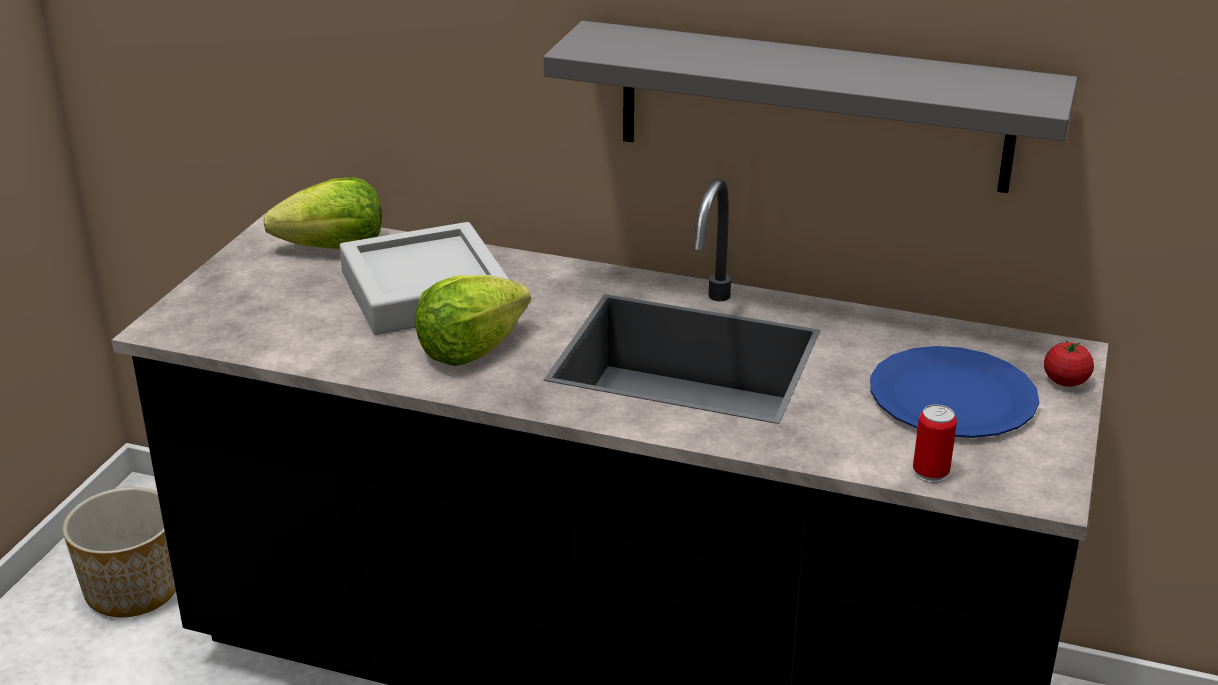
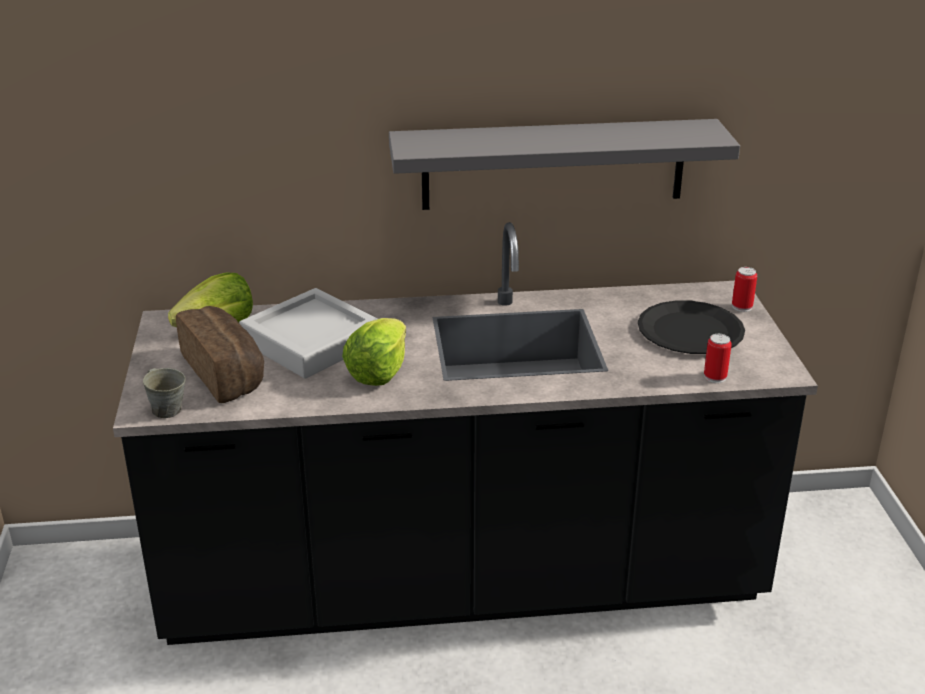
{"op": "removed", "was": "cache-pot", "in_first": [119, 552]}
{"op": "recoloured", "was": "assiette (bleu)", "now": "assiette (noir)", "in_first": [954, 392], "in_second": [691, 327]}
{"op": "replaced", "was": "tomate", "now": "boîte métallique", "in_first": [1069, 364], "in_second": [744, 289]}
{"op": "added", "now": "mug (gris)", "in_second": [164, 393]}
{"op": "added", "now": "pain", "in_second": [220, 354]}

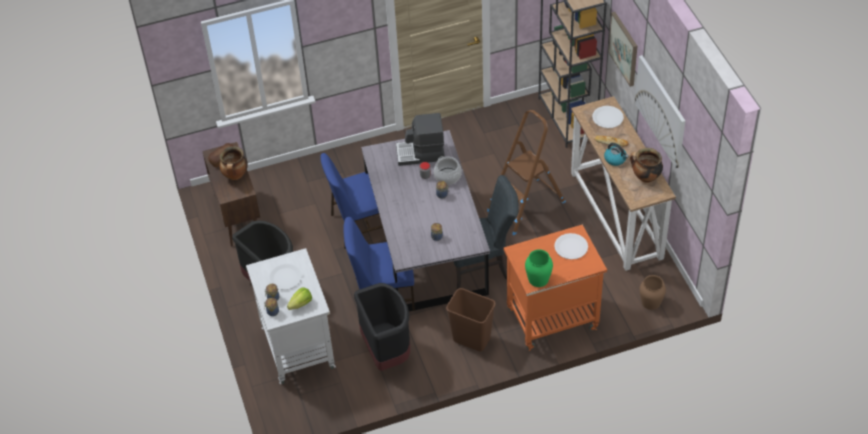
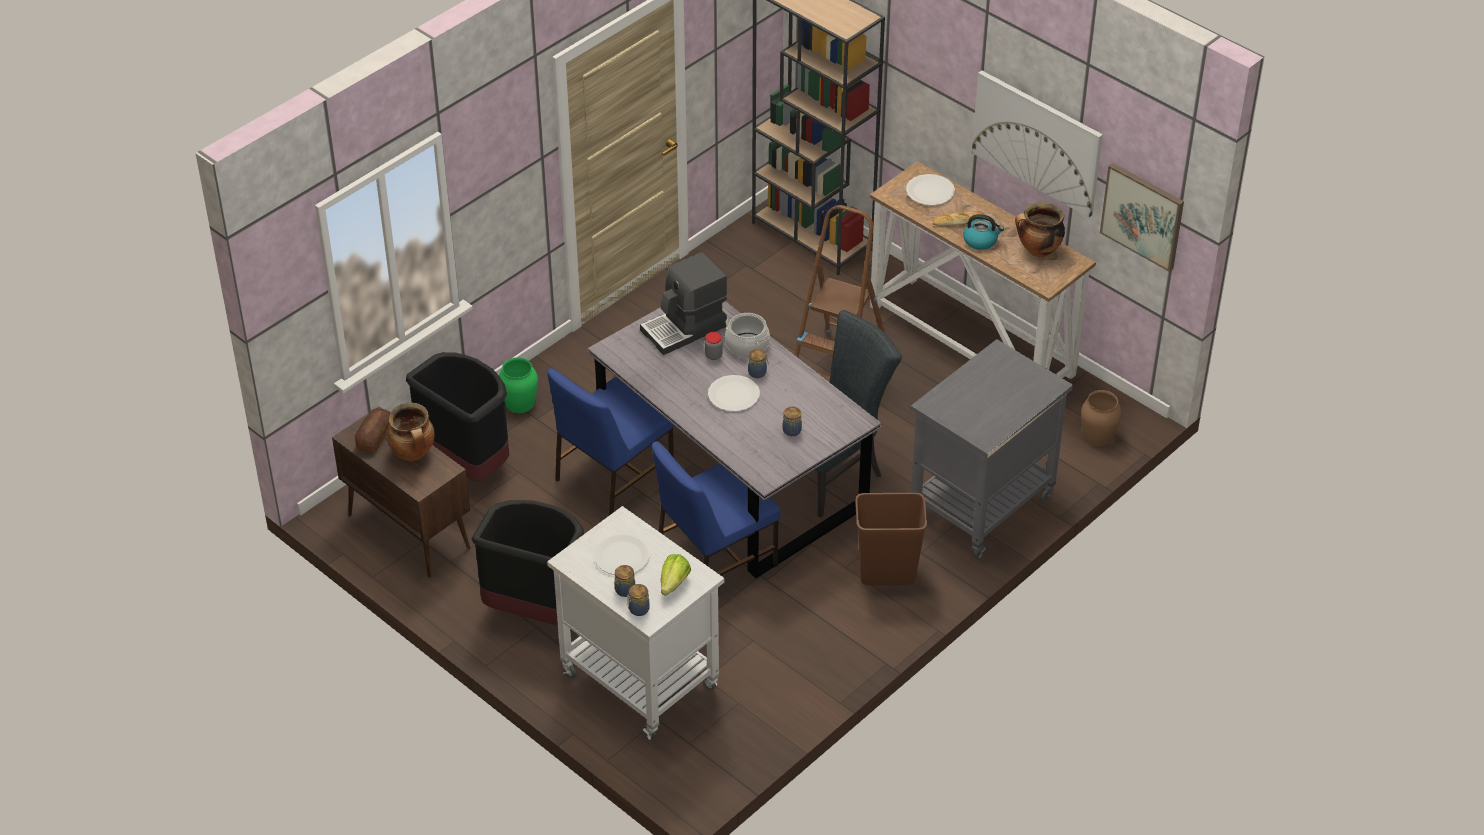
{"op": "moved", "was": "poubelle (noir)", "in_first": [382, 327], "in_second": [457, 417]}
{"op": "recoloured", "was": "chariot (orange)", "now": "chariot (gris)", "in_first": [555, 288], "in_second": [992, 448]}
{"op": "moved", "was": "vase (vert)", "in_first": [539, 268], "in_second": [518, 385]}
{"op": "moved", "was": "assiette (blanc)", "in_first": [571, 246], "in_second": [734, 393]}
{"op": "moved", "was": "tableau", "in_first": [622, 49], "in_second": [1142, 217]}

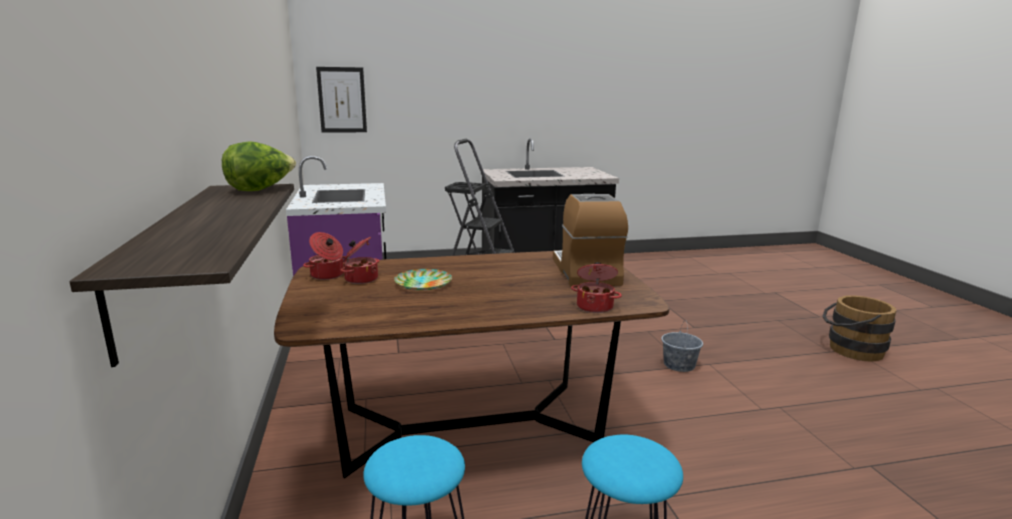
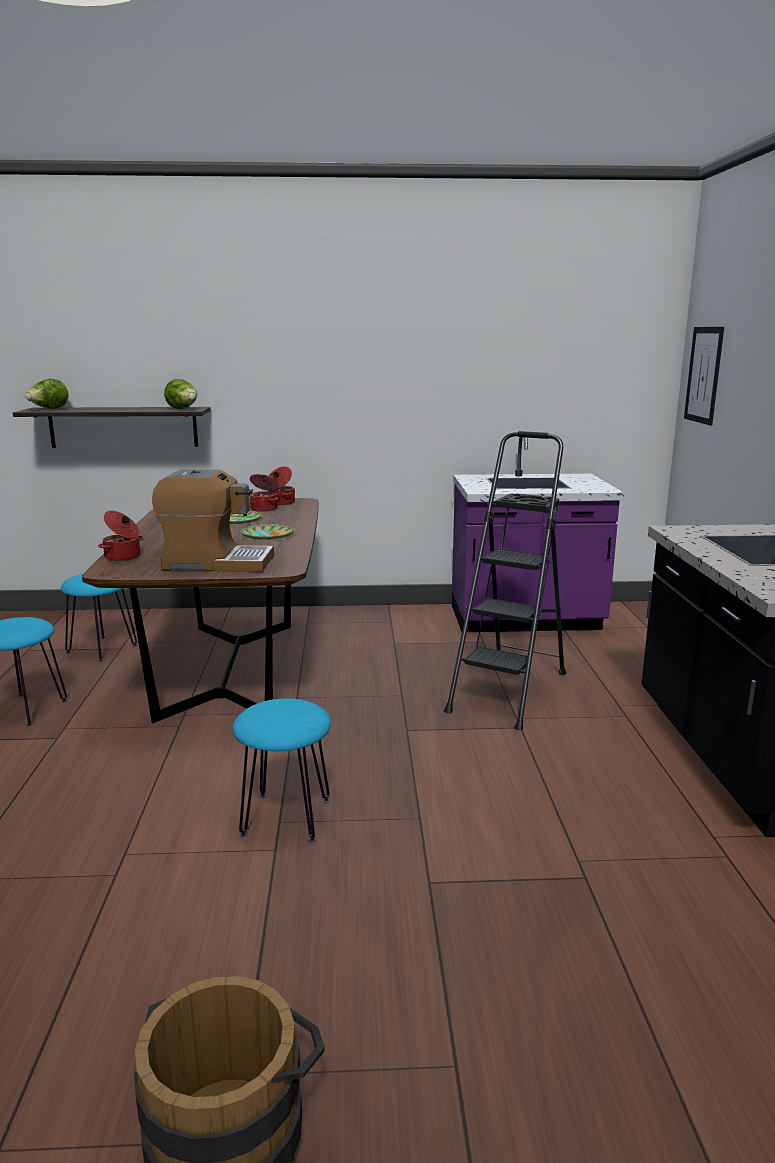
{"op": "replaced", "was": "seau (gris)", "now": "tabouret (turquoise)", "in_first": [682, 346], "in_second": [282, 770]}
{"op": "added", "now": "laitue", "in_second": [46, 394]}
{"op": "added", "now": "assiette", "in_second": [267, 532]}

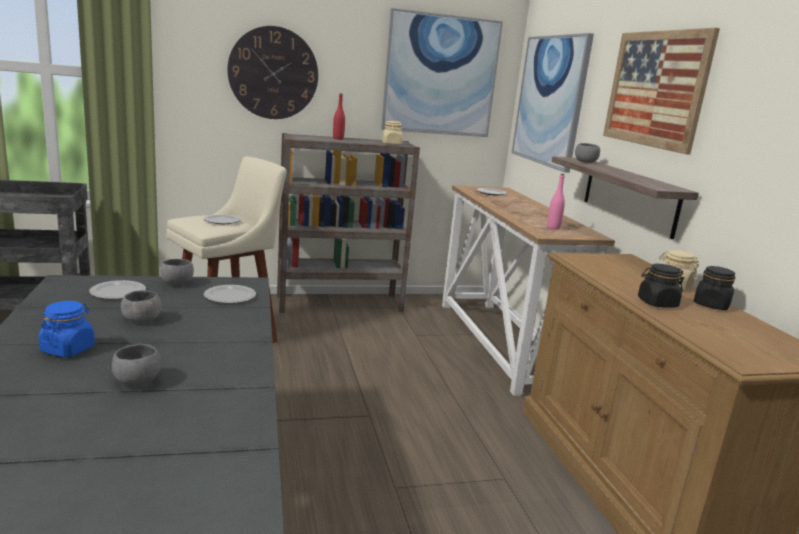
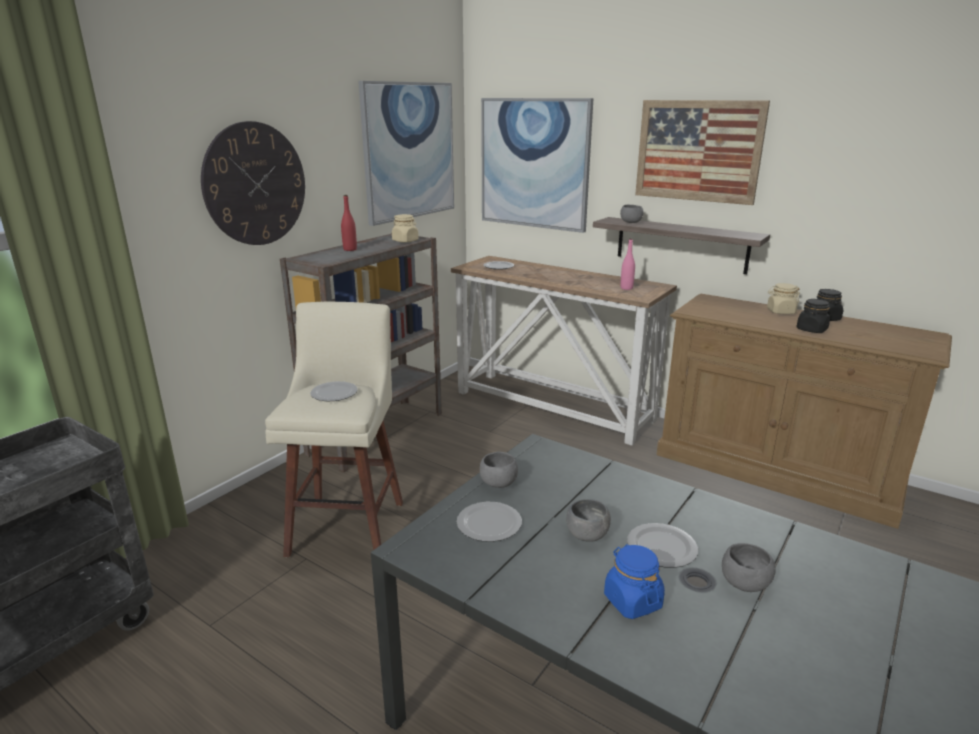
{"op": "moved", "was": "assiette", "in_first": [230, 294], "in_second": [662, 545]}

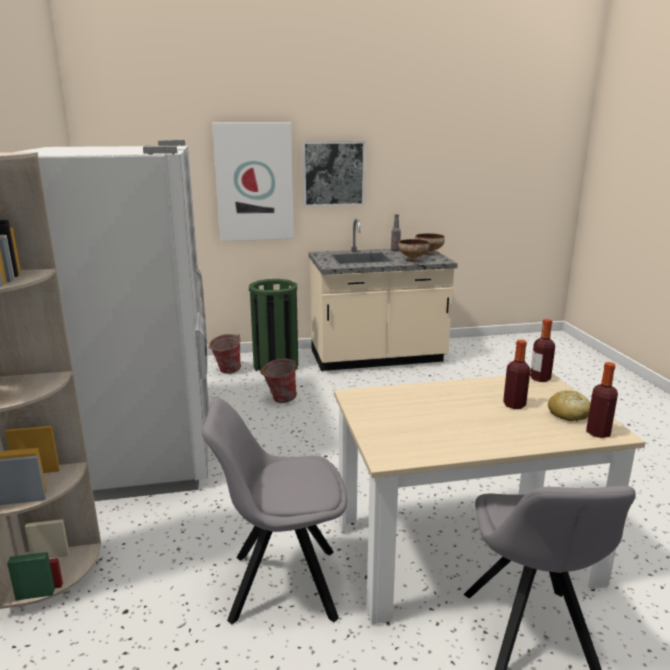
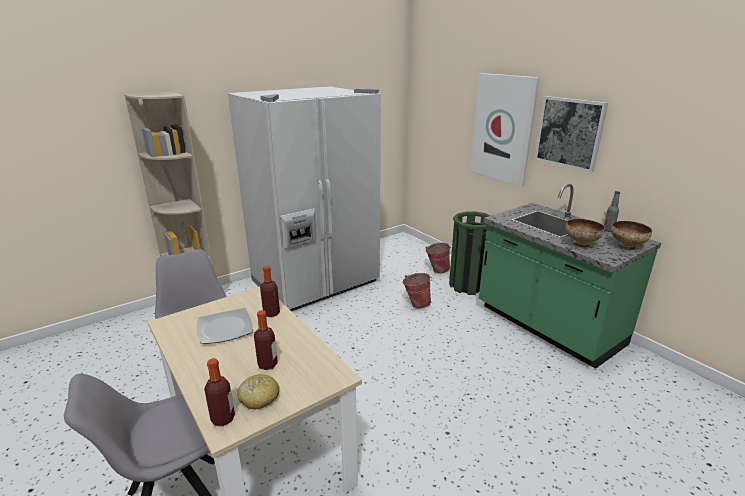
{"op": "recoloured", "was": "comptoir de cuisine (beige)", "now": "comptoir de cuisine (vert)", "in_first": [383, 295], "in_second": [570, 276]}
{"op": "moved", "was": "bouteille", "in_first": [542, 350], "in_second": [270, 291]}
{"op": "added", "now": "assiette", "in_second": [225, 326]}

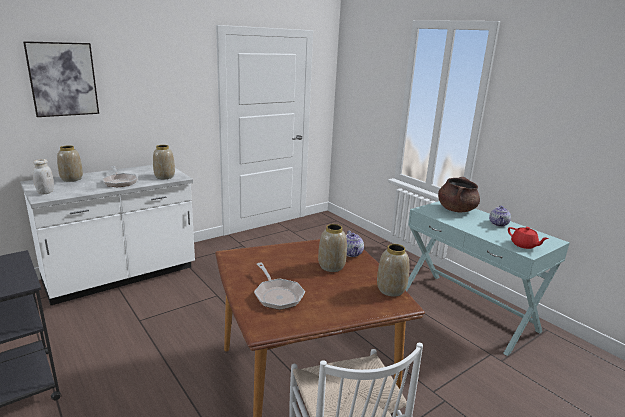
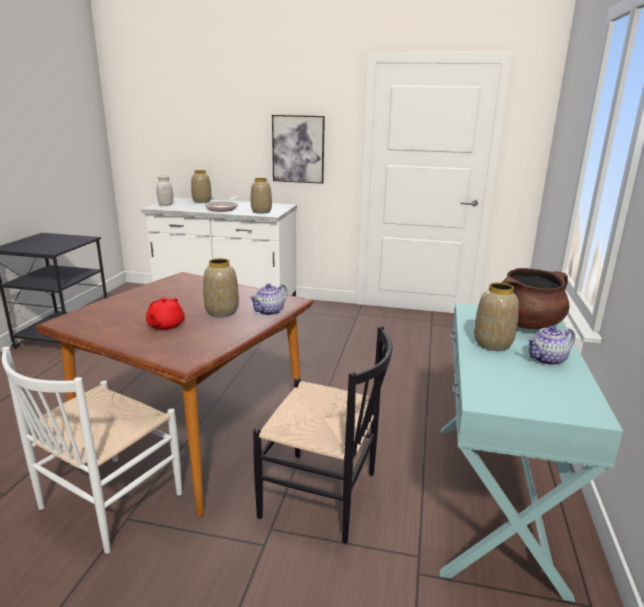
{"op": "moved", "was": "tableau", "in_first": [61, 79], "in_second": [298, 149]}
{"op": "removed", "was": "poêle", "in_first": [279, 286]}
{"op": "moved", "was": "vase", "in_first": [393, 270], "in_second": [496, 316]}
{"op": "moved", "was": "théière (rouge)", "in_first": [528, 238], "in_second": [165, 313]}
{"op": "added", "now": "chaise (noir)", "in_second": [323, 434]}

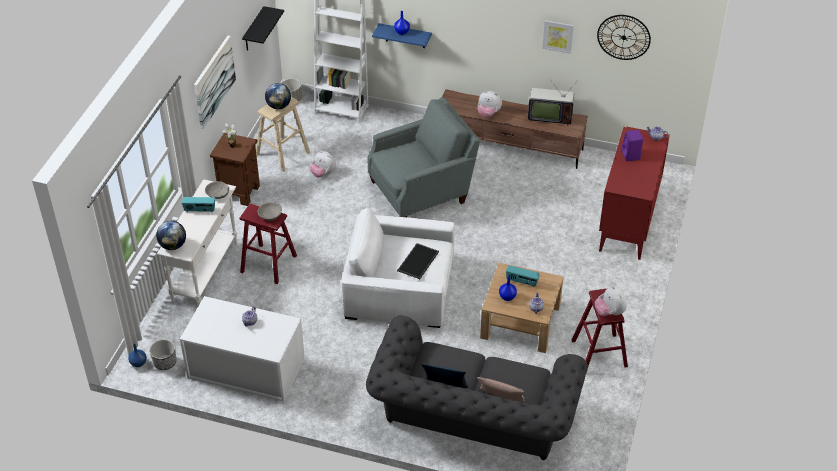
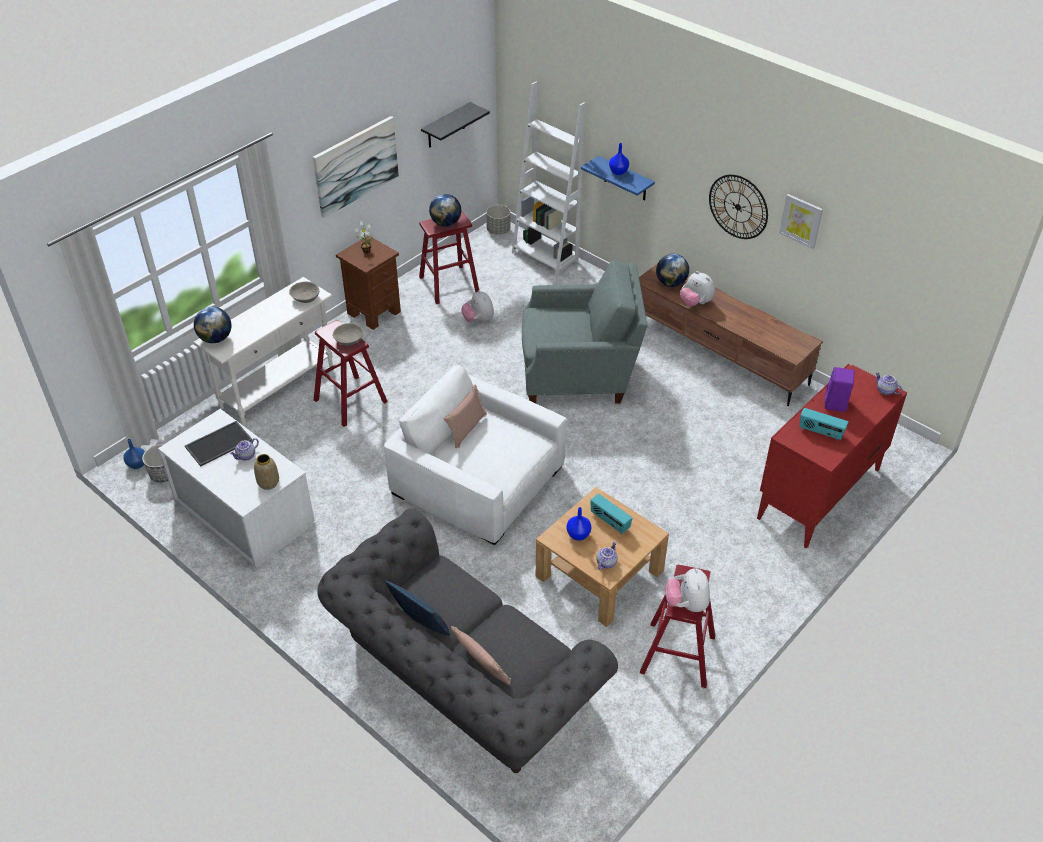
{"op": "moved", "was": "radio", "in_first": [198, 204], "in_second": [824, 424]}
{"op": "recoloured", "was": "tabouret (beige)", "now": "tabouret (rouge)", "in_first": [283, 134], "in_second": [449, 257]}
{"op": "moved", "was": "plateau", "in_first": [418, 261], "in_second": [218, 443]}
{"op": "removed", "was": "téléviseur", "in_first": [553, 101]}
{"op": "moved", "was": "horloge murale", "in_first": [624, 37], "in_second": [738, 206]}
{"op": "added", "now": "vase", "in_second": [266, 472]}
{"op": "added", "now": "coussin (beige)", "in_second": [465, 416]}
{"op": "added", "now": "globe", "in_second": [672, 270]}

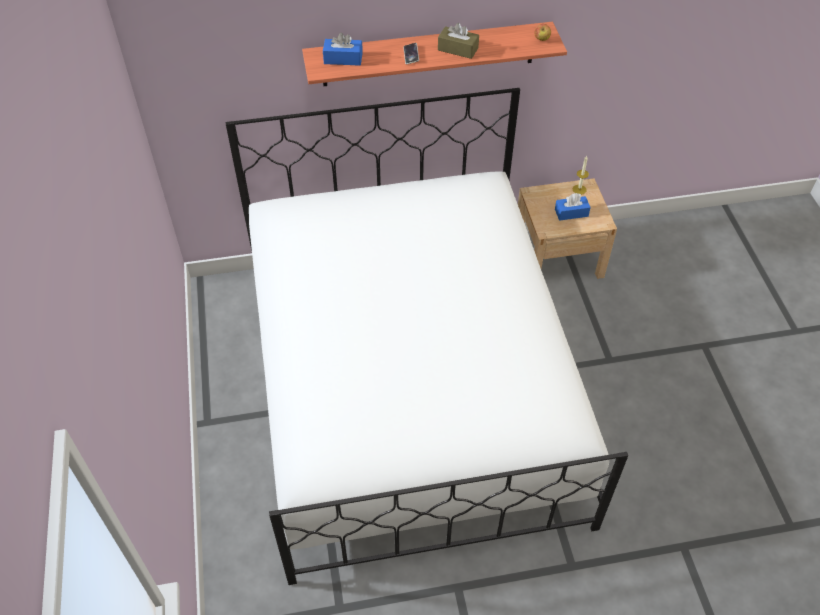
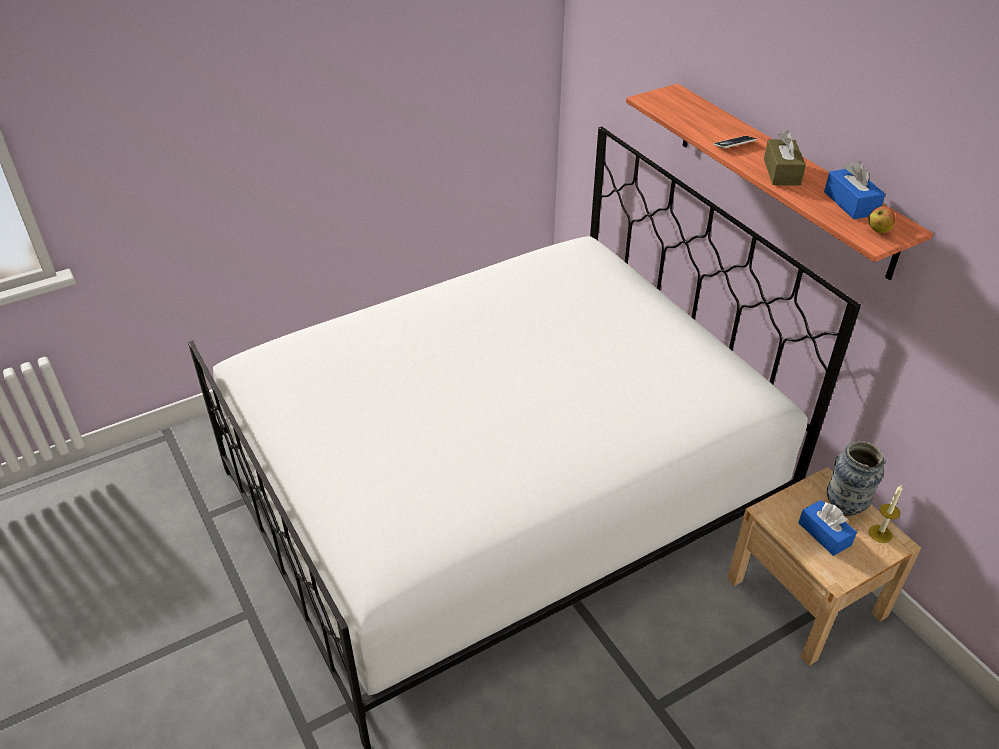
{"op": "moved", "was": "boîte à mouchoirs (bleu)", "in_first": [343, 49], "in_second": [854, 190]}
{"op": "added", "now": "vase", "in_second": [855, 478]}

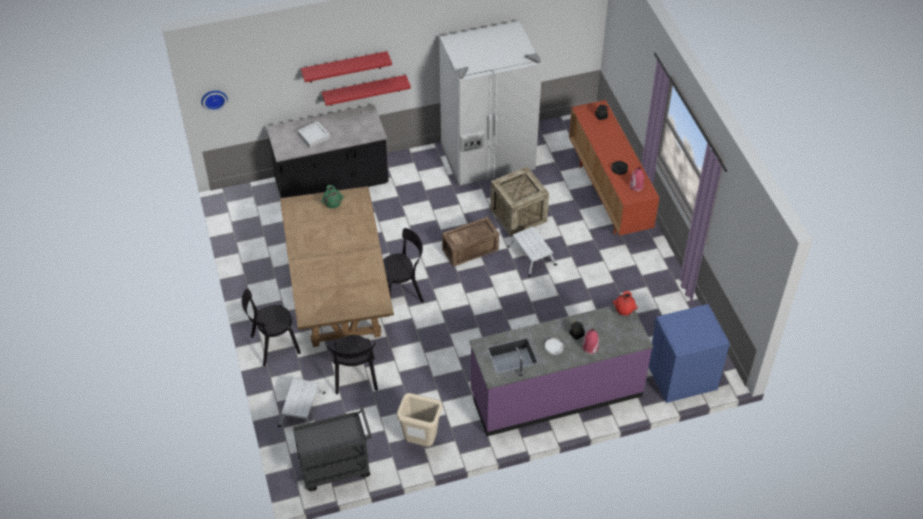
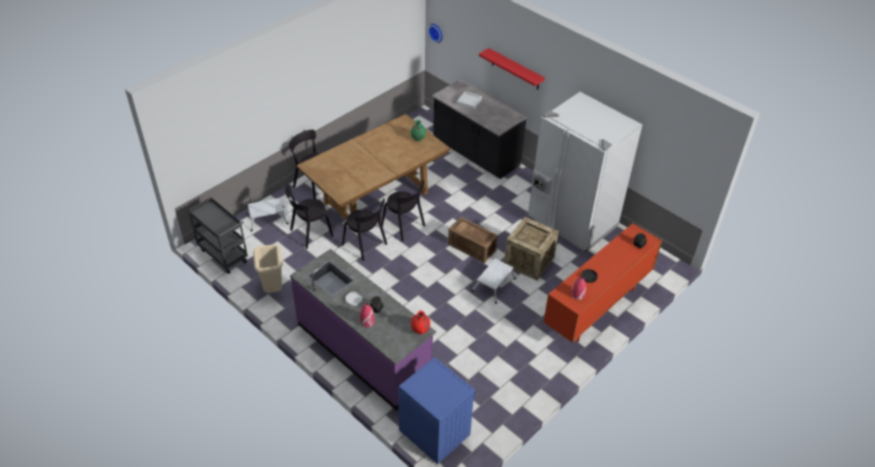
{"op": "removed", "was": "étagère (rouge)", "in_first": [366, 90]}
{"op": "added", "now": "chaise (noir)", "in_second": [364, 230]}

